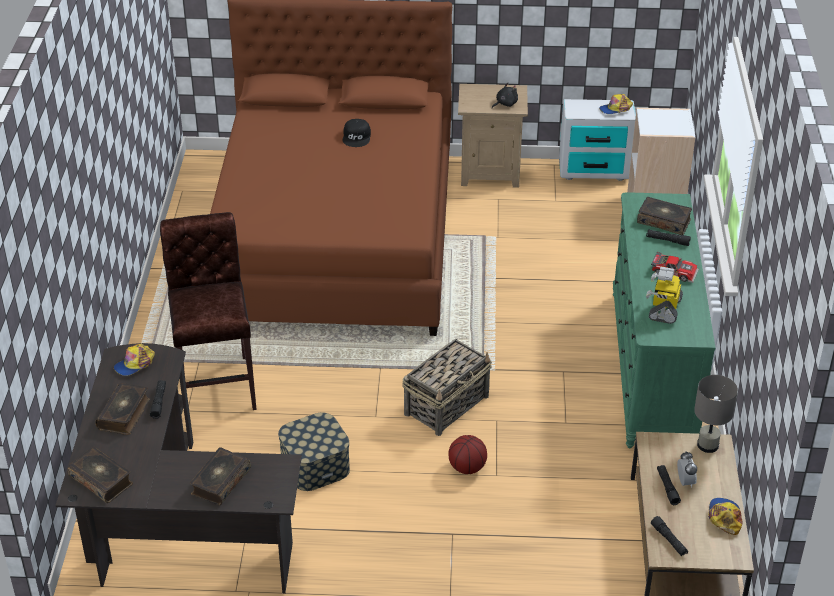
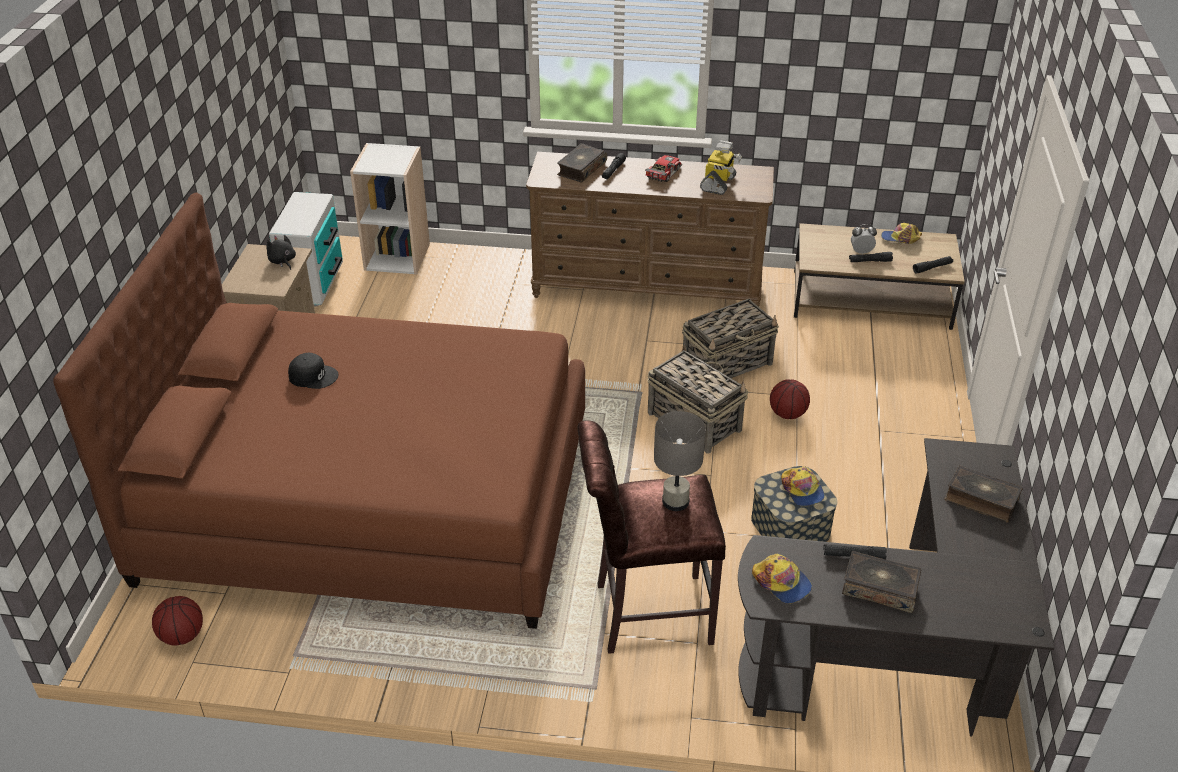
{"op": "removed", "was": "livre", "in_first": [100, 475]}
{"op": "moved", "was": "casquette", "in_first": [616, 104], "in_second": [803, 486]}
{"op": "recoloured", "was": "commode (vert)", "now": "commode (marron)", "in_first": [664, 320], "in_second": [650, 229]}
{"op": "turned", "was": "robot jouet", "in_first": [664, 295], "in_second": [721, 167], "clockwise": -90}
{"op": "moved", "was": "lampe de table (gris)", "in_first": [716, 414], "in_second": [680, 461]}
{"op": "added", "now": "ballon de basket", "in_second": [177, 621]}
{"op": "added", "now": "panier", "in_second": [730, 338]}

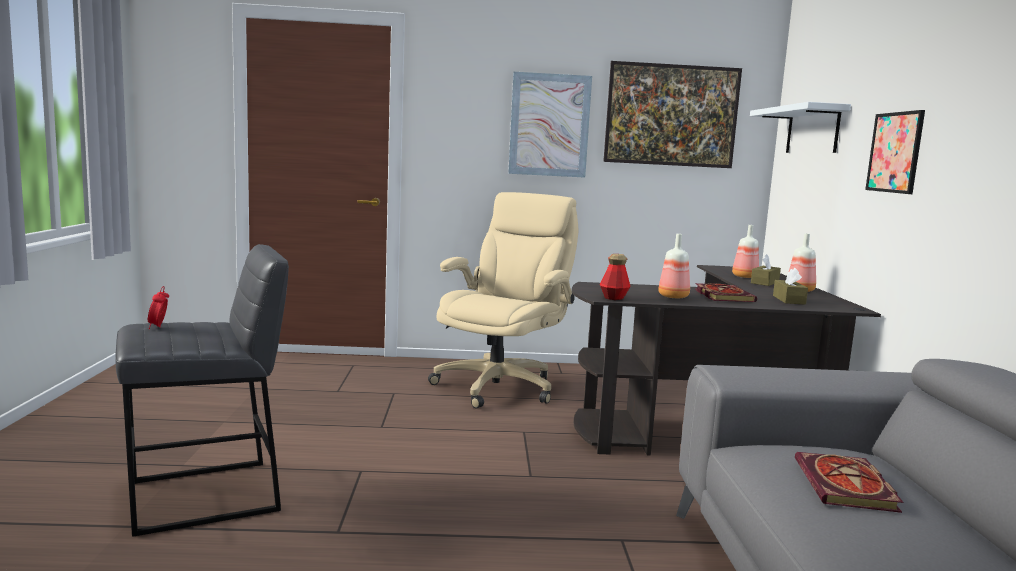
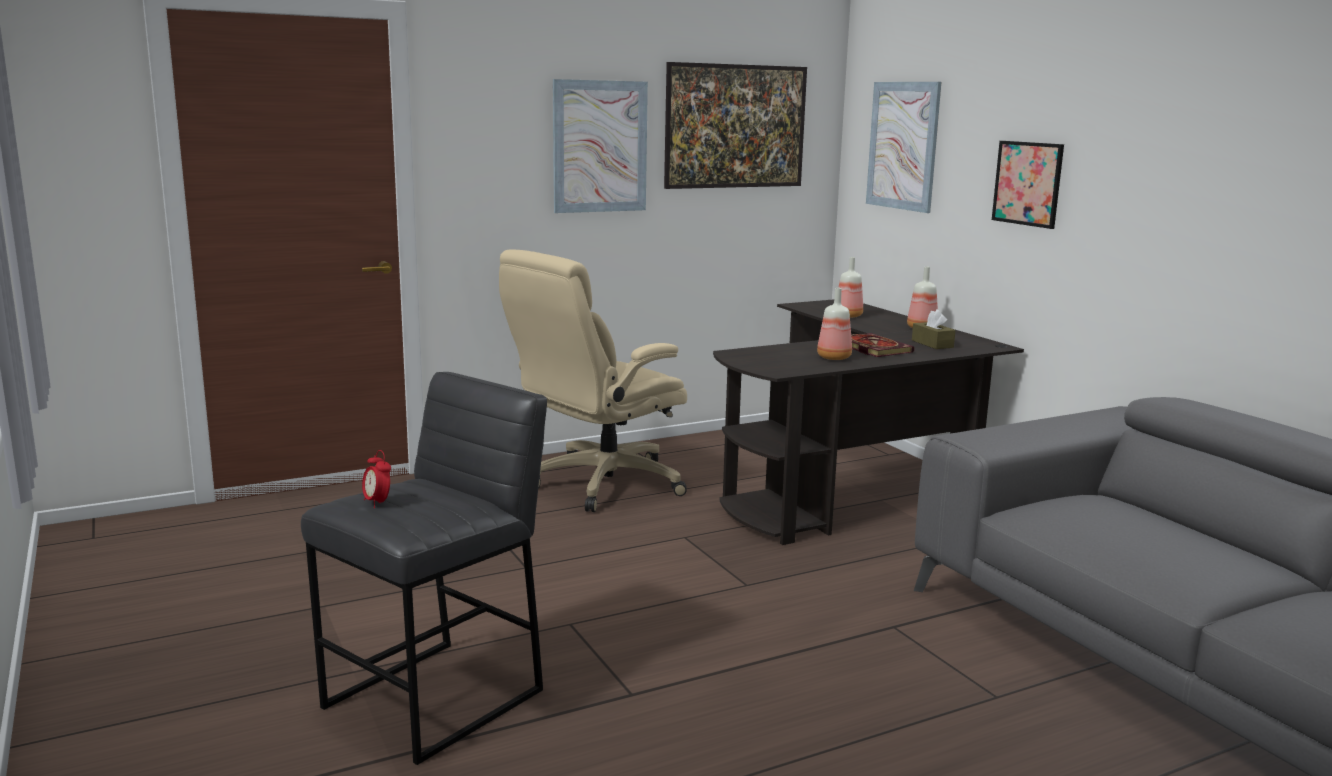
{"op": "turned", "was": "chaise de bureau (beige)", "in_first": [503, 300], "in_second": [593, 380], "clockwise": -135}
{"op": "removed", "was": "bouteille", "in_first": [615, 277]}
{"op": "replaced", "was": "étagère (blanc)", "now": "tableau", "in_first": [800, 127], "in_second": [903, 147]}
{"op": "removed", "was": "boîte à mouchoirs (marron)", "in_first": [766, 270]}
{"op": "removed", "was": "livre", "in_first": [849, 482]}

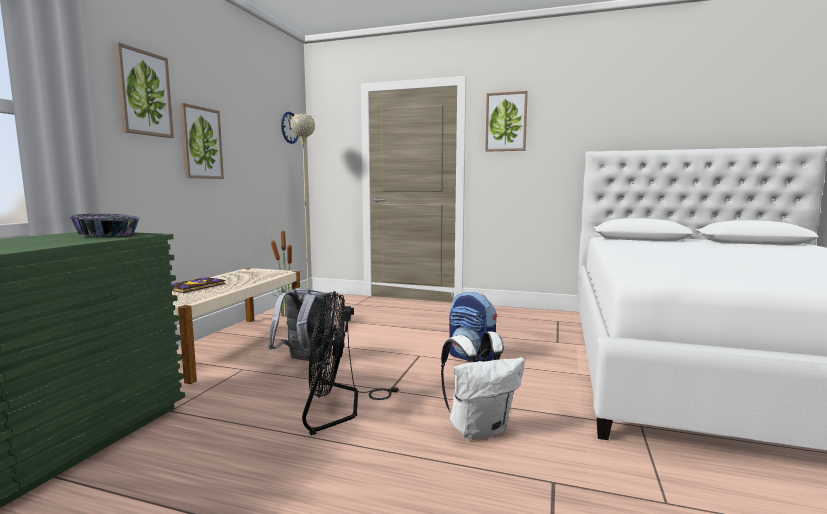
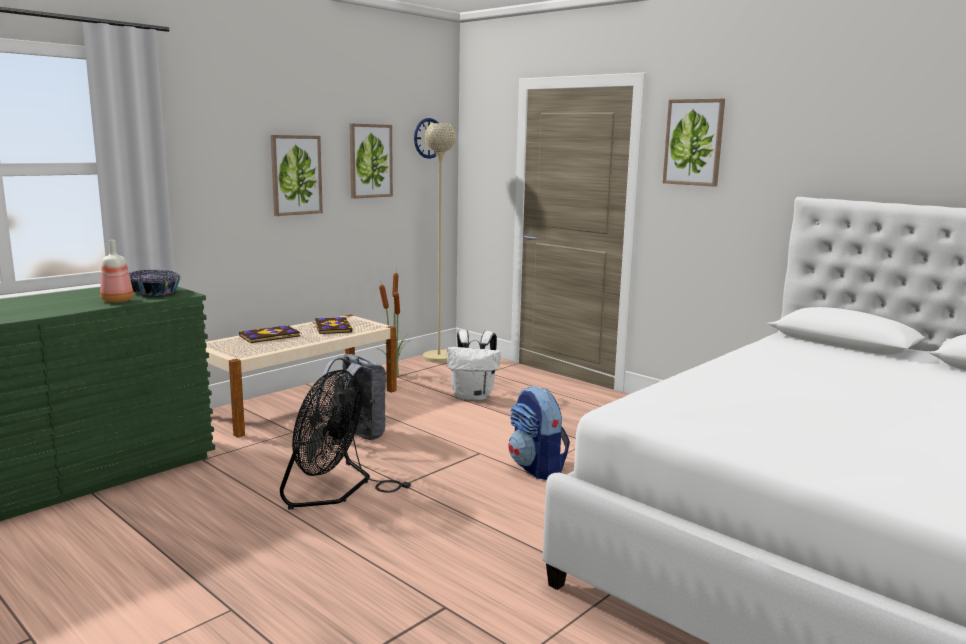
{"op": "moved", "was": "tableau", "in_first": [144, 90], "in_second": [371, 161]}
{"op": "moved", "was": "sac à dos (blanc)", "in_first": [483, 385], "in_second": [474, 365]}
{"op": "added", "now": "bouteille", "in_second": [116, 271]}
{"op": "added", "now": "livre", "in_second": [332, 325]}

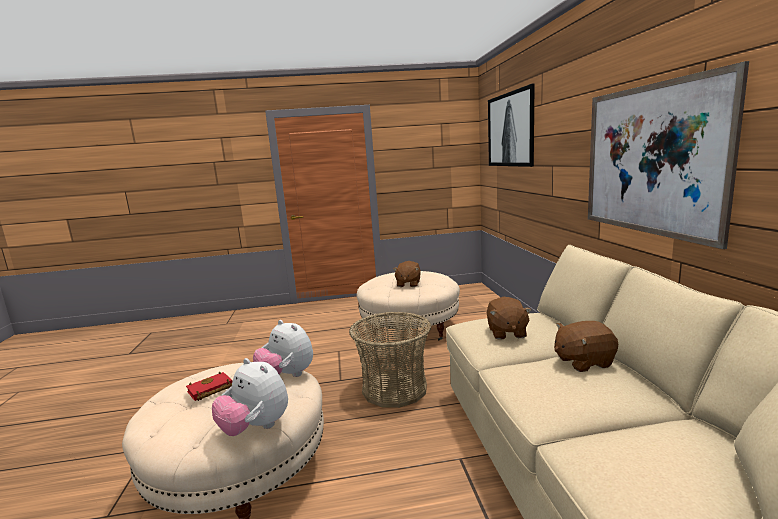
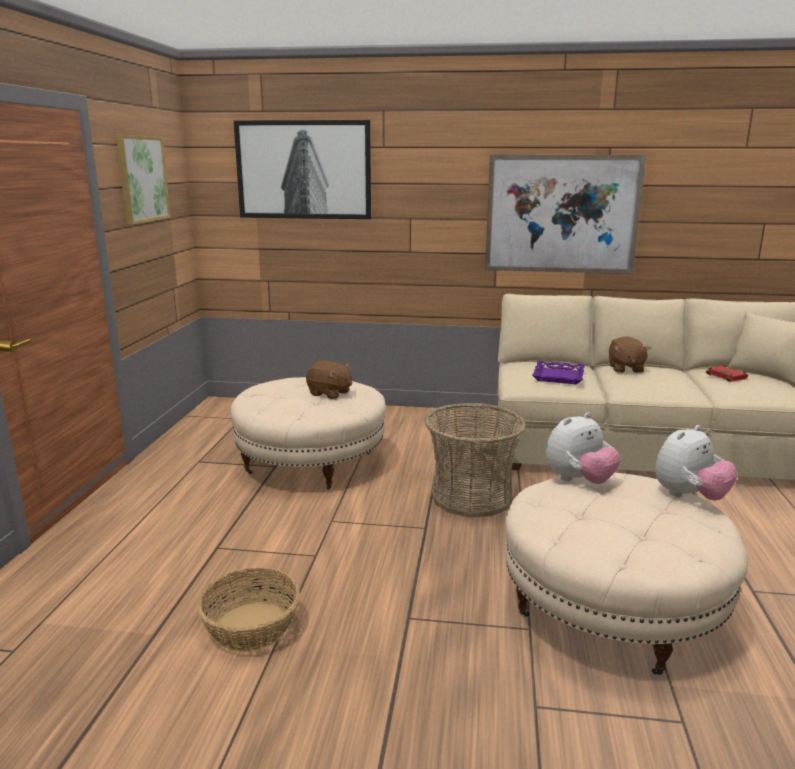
{"op": "moved", "was": "livre (rouge)", "in_first": [209, 386], "in_second": [727, 373]}
{"op": "replaced", "was": "peluche (marron)", "now": "plateau (violet)", "in_first": [508, 318], "in_second": [558, 372]}
{"op": "added", "now": "tableau", "in_second": [143, 179]}
{"op": "added", "now": "panier", "in_second": [249, 609]}

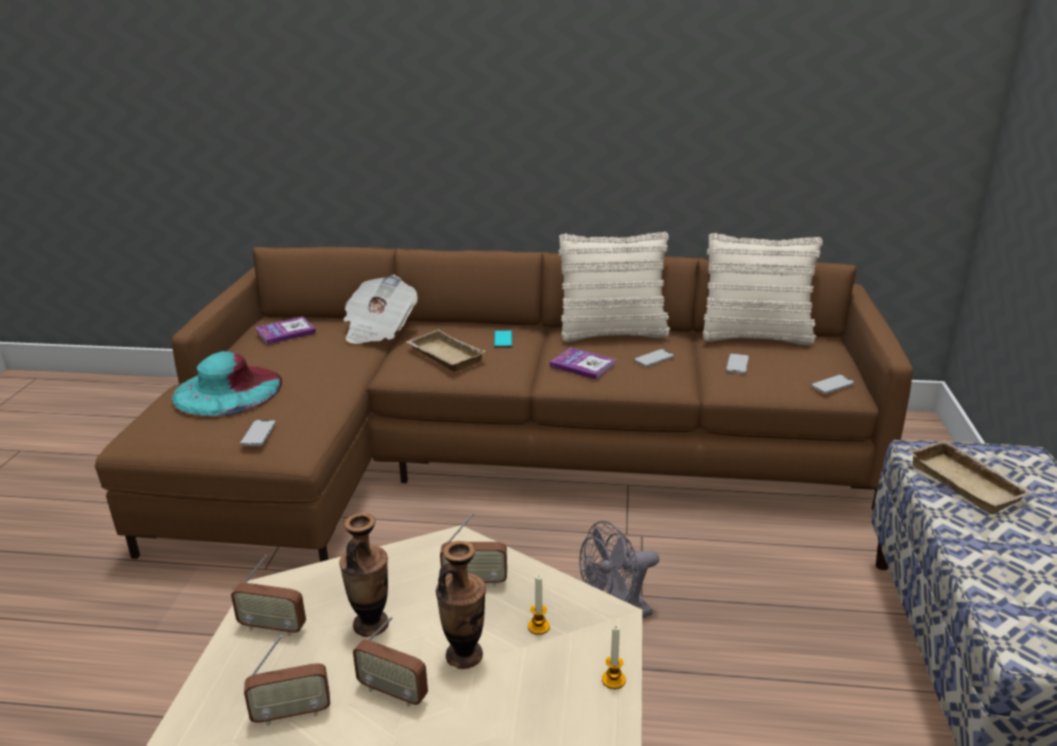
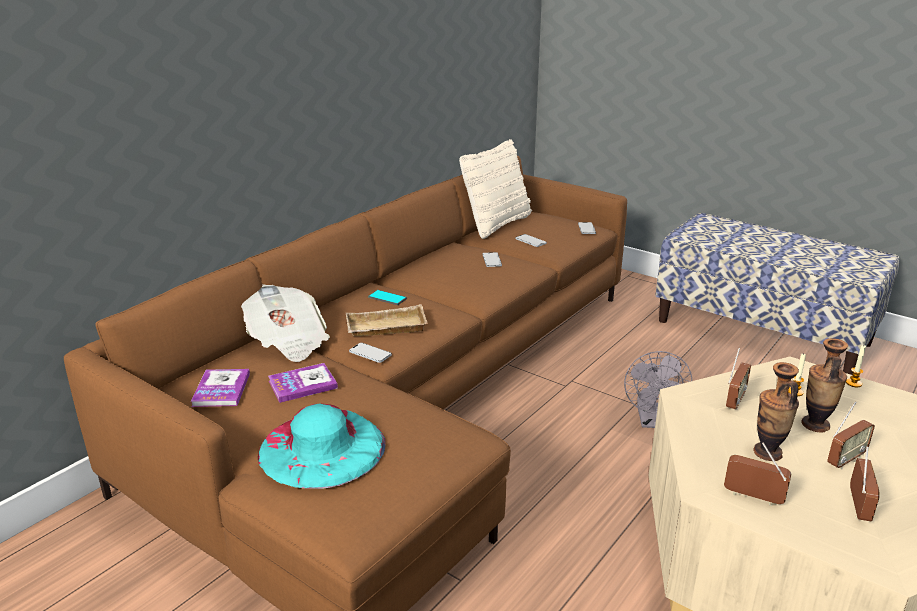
{"op": "turned", "was": "radio", "in_first": [268, 595], "in_second": [757, 474], "clockwise": -105}
{"op": "moved", "was": "téléphone", "in_first": [258, 433], "in_second": [370, 353]}
{"op": "moved", "was": "livre", "in_first": [583, 364], "in_second": [303, 383]}
{"op": "removed", "was": "coussin (beige)", "in_first": [614, 287]}
{"op": "removed", "was": "plateau (beige)", "in_first": [971, 477]}

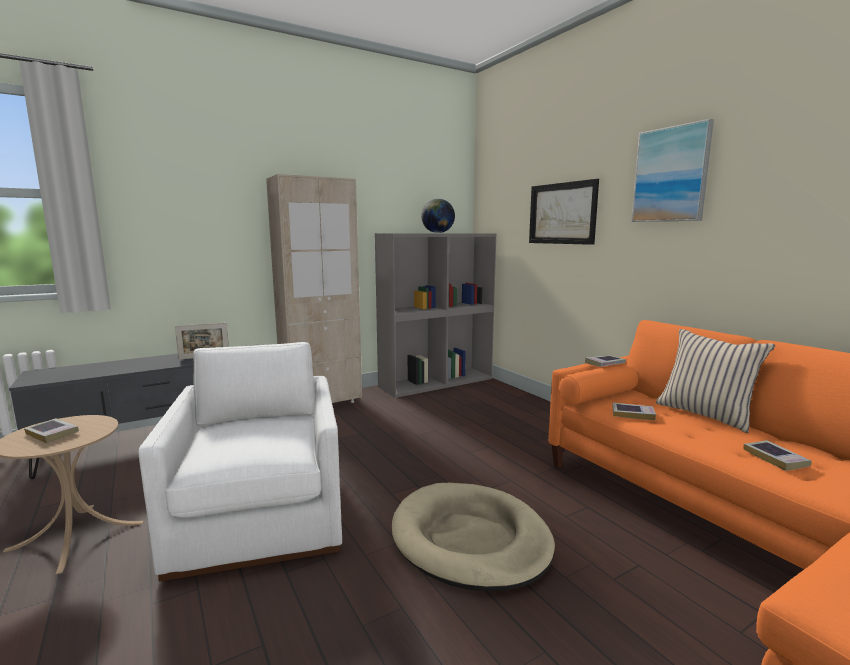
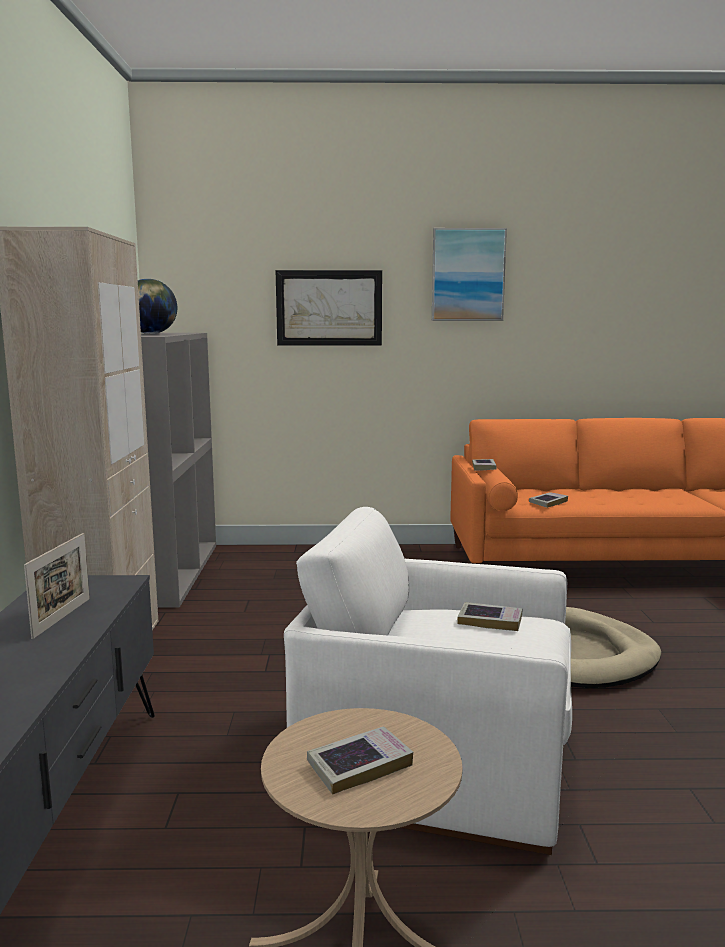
{"op": "removed", "was": "coussin (beige)", "in_first": [715, 381]}
{"op": "moved", "was": "livre", "in_first": [777, 455], "in_second": [490, 616]}

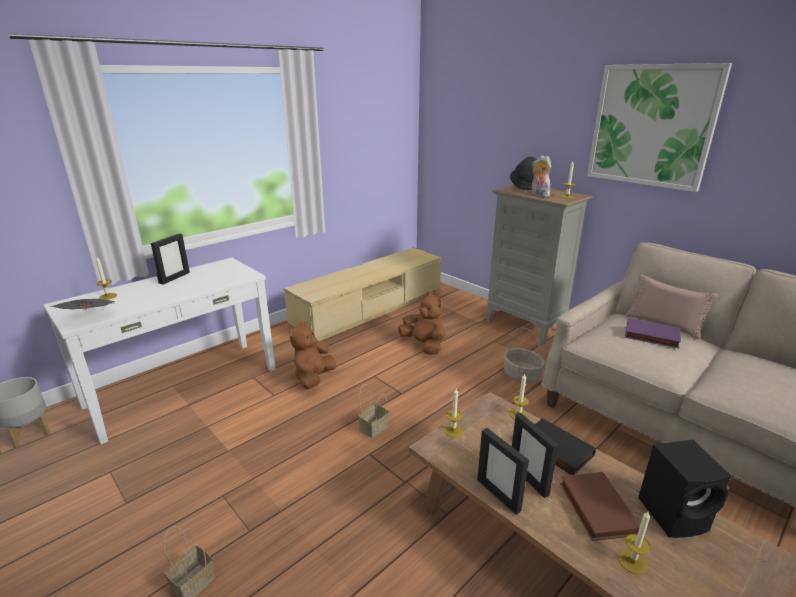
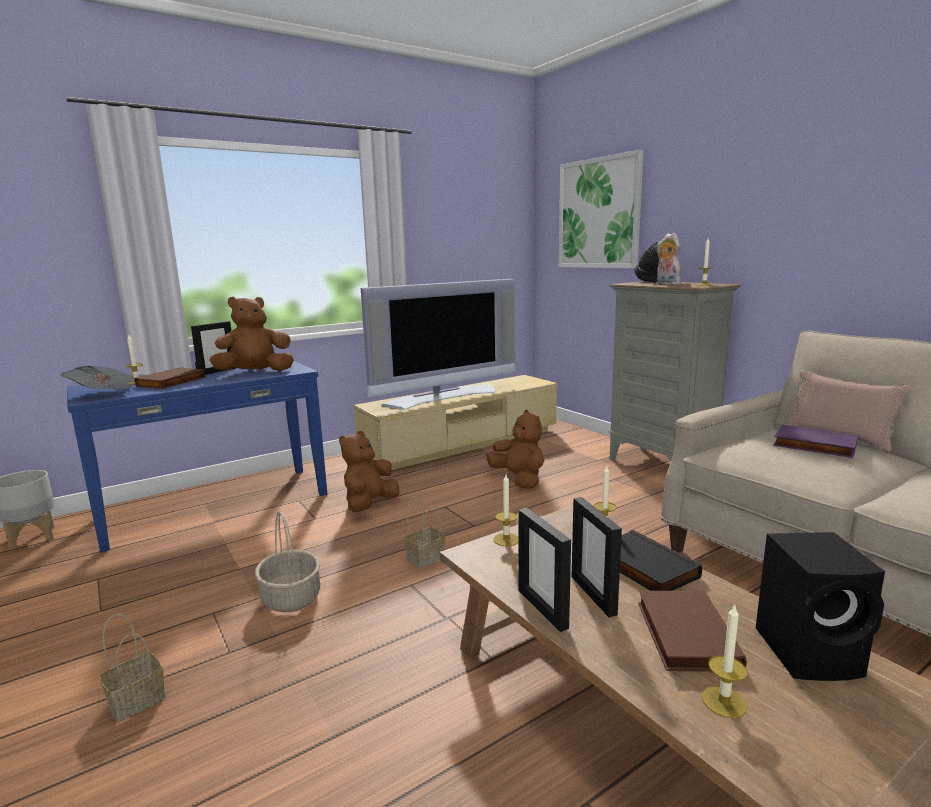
{"op": "recoloured", "was": "table console (blanc)", "now": "table console (bleu)", "in_first": [159, 351], "in_second": [197, 457]}
{"op": "moved", "was": "panier", "in_first": [524, 355], "in_second": [287, 561]}
{"op": "moved", "was": "tableau", "in_first": [659, 127], "in_second": [601, 209]}
{"op": "added", "now": "livre (marron)", "in_second": [171, 378]}
{"op": "added", "now": "peluche (marron)", "in_second": [251, 334]}
{"op": "added", "now": "téléviseur", "in_second": [438, 344]}

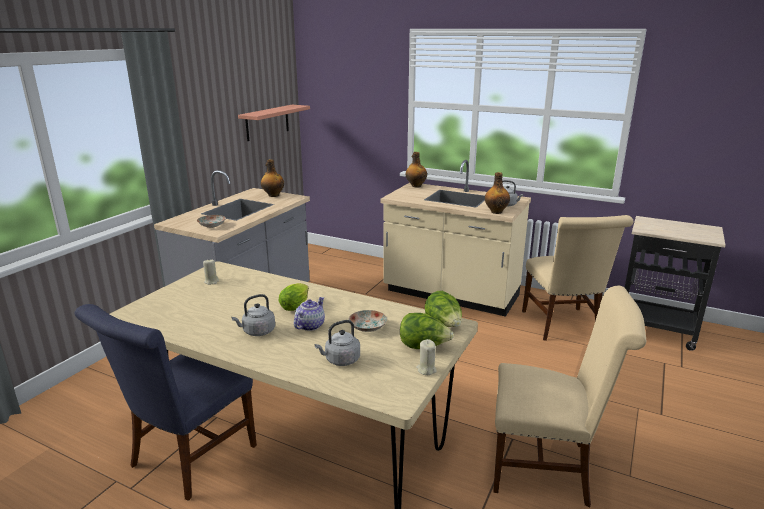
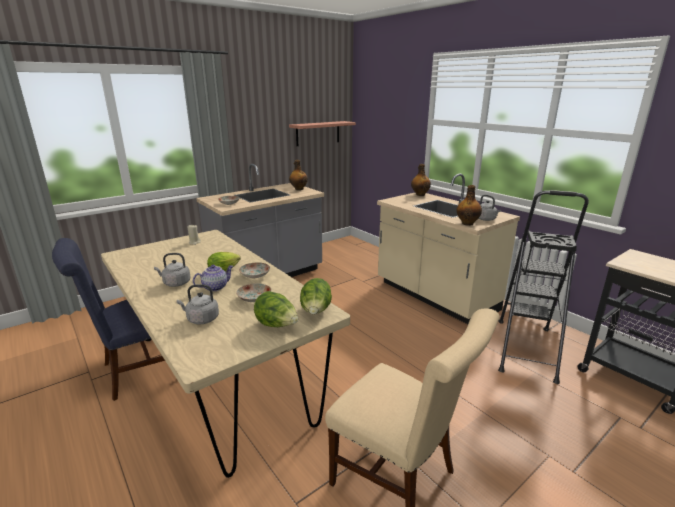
{"op": "removed", "was": "bougie (beige)", "in_first": [426, 357]}
{"op": "replaced", "was": "chaise (beige)", "now": "escabeau", "in_first": [578, 278], "in_second": [543, 287]}
{"op": "added", "now": "assiette", "in_second": [254, 270]}

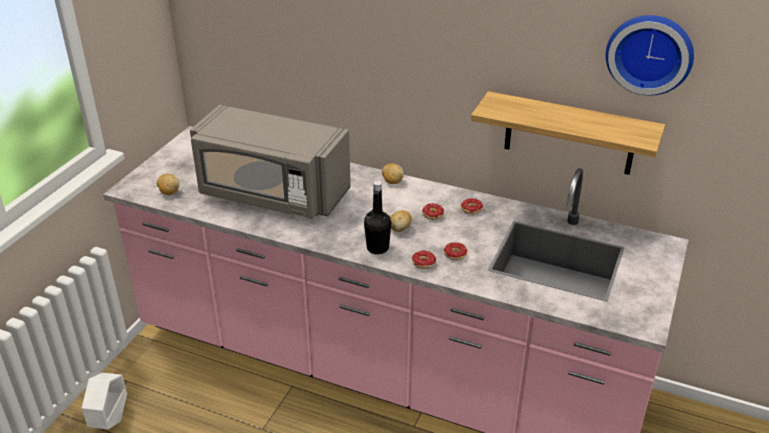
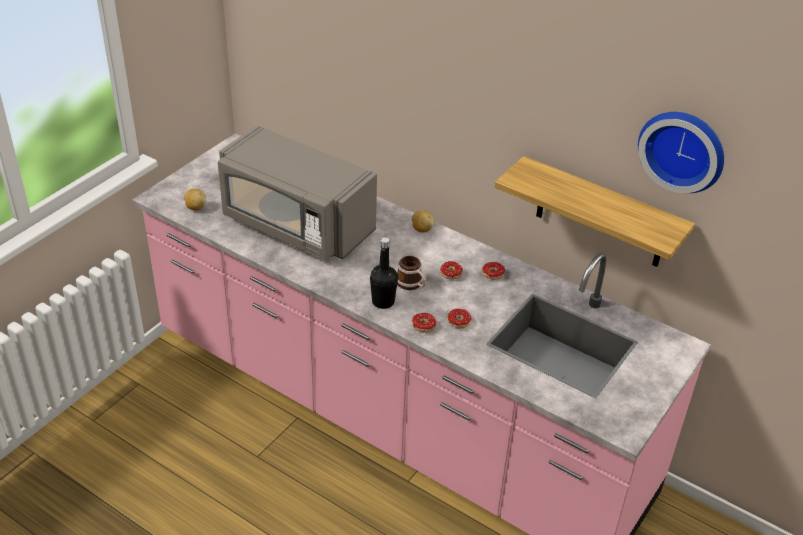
{"op": "removed", "was": "cache-pot (blanc)", "in_first": [104, 401]}
{"op": "replaced", "was": "pomme de terre", "now": "mug", "in_first": [401, 221], "in_second": [411, 273]}

